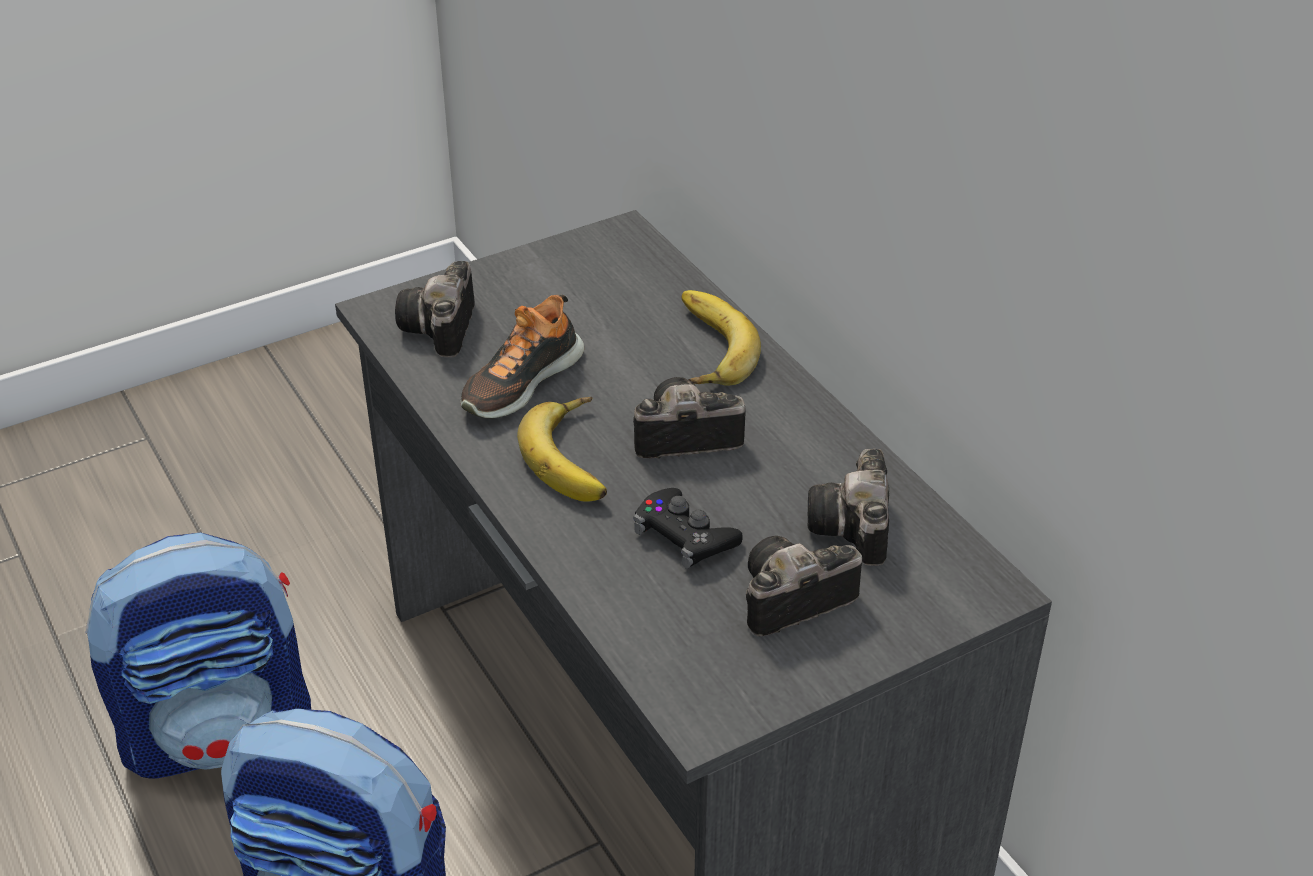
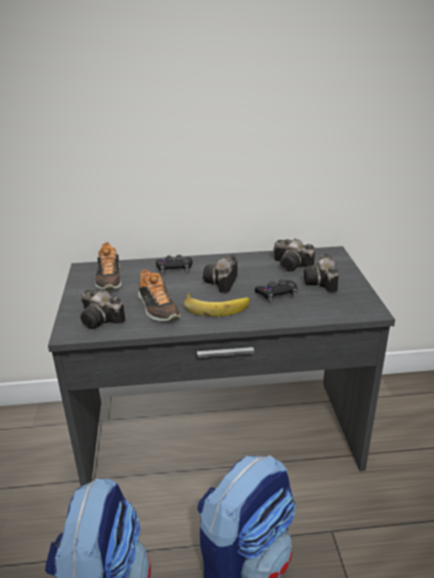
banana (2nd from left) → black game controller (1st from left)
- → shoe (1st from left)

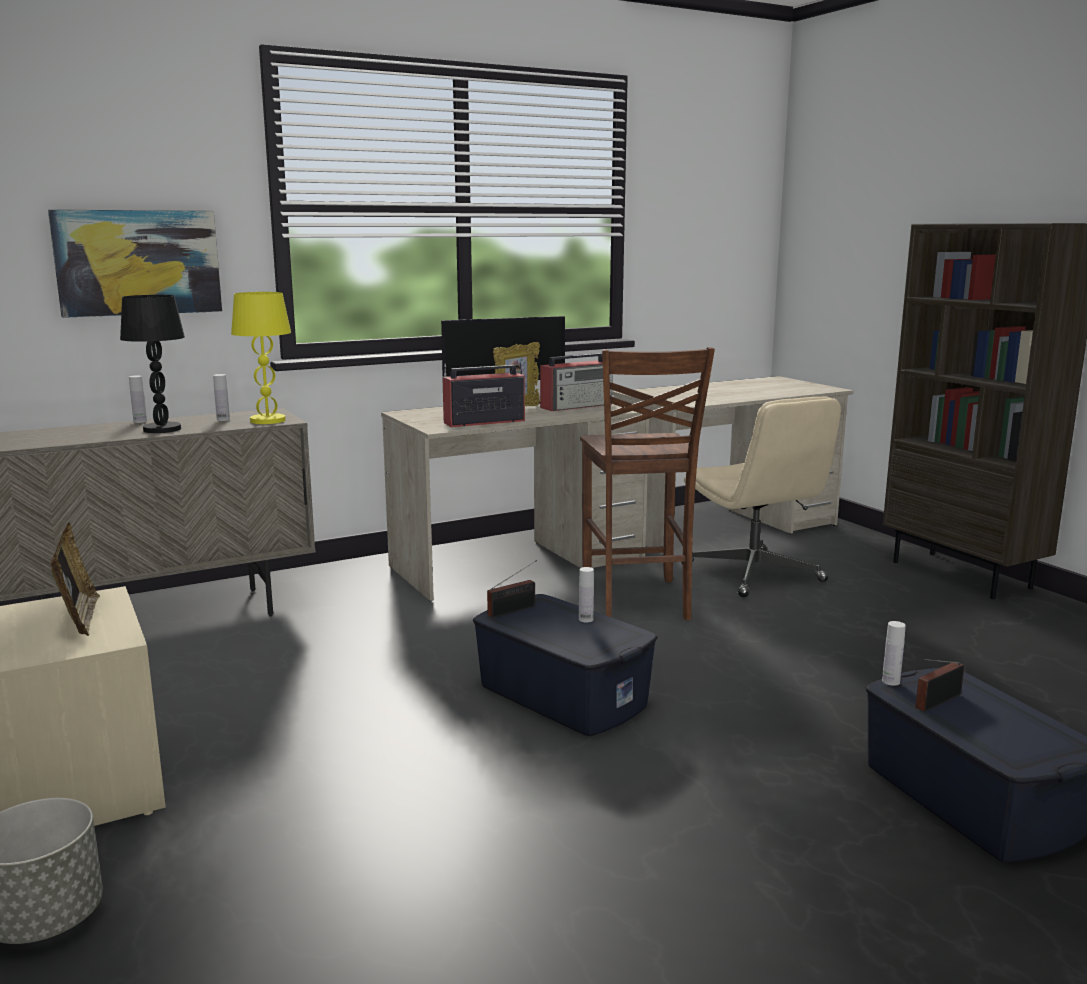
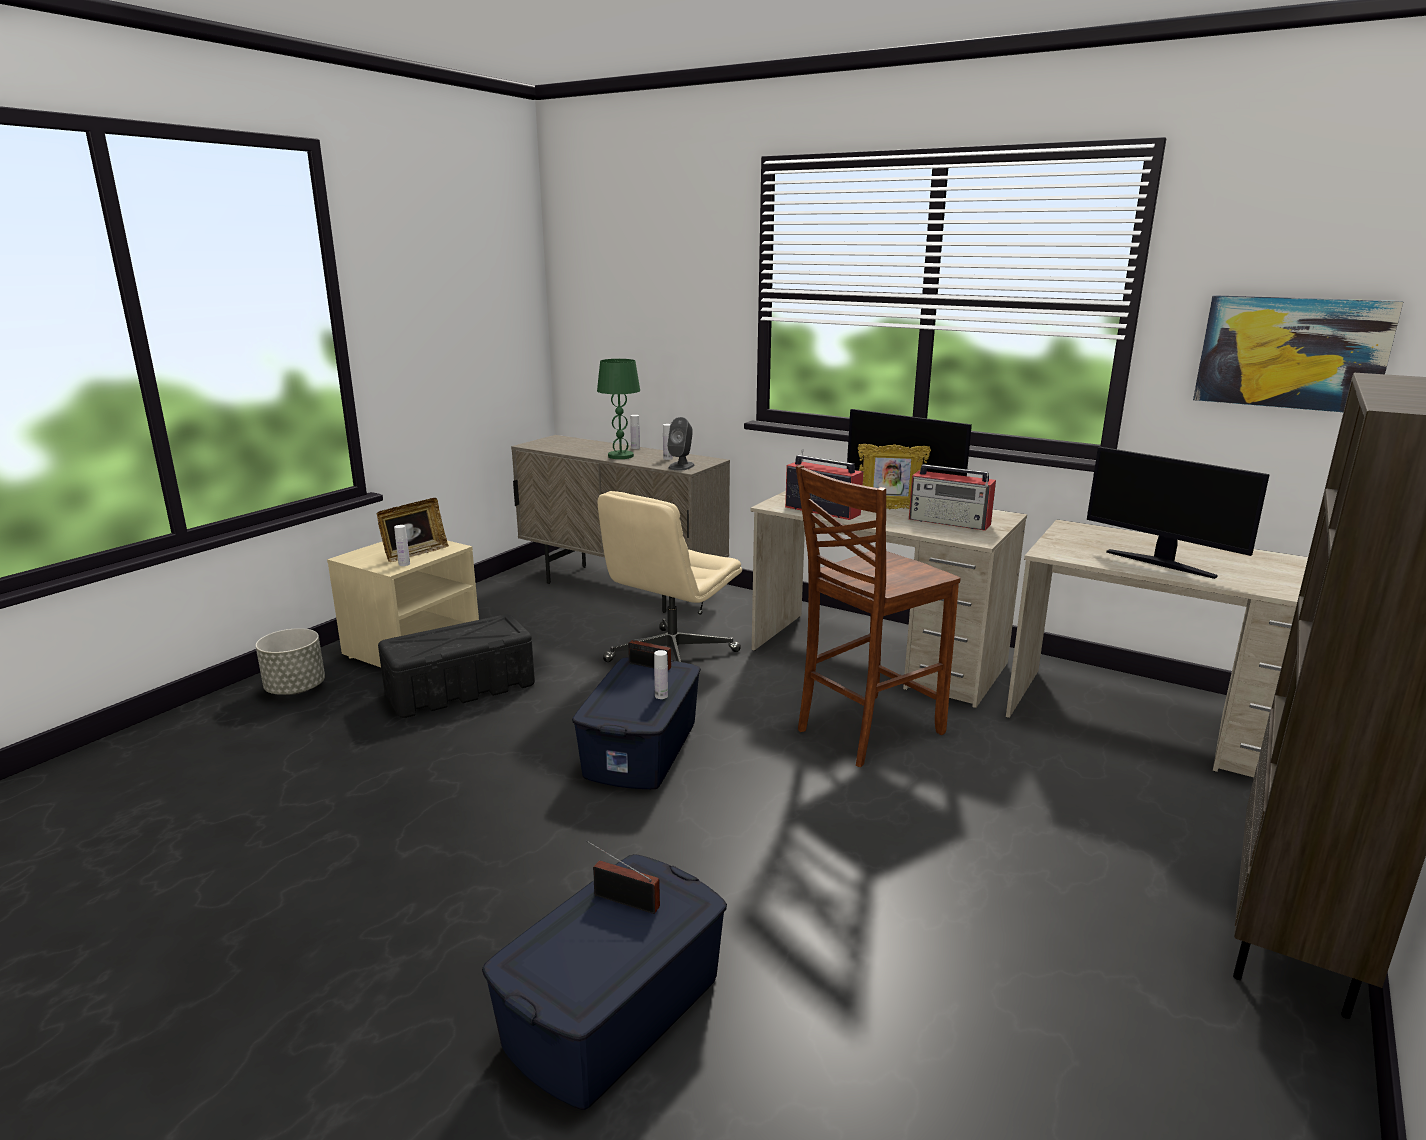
picture, move
yellow table lamp → grey speaker
black table lamp → green table lamp
beige office chair, move
white bottle (4th from left in the first image) → white bottle (1st from left), move
- → monitor (2nd from left)
- → black storage box

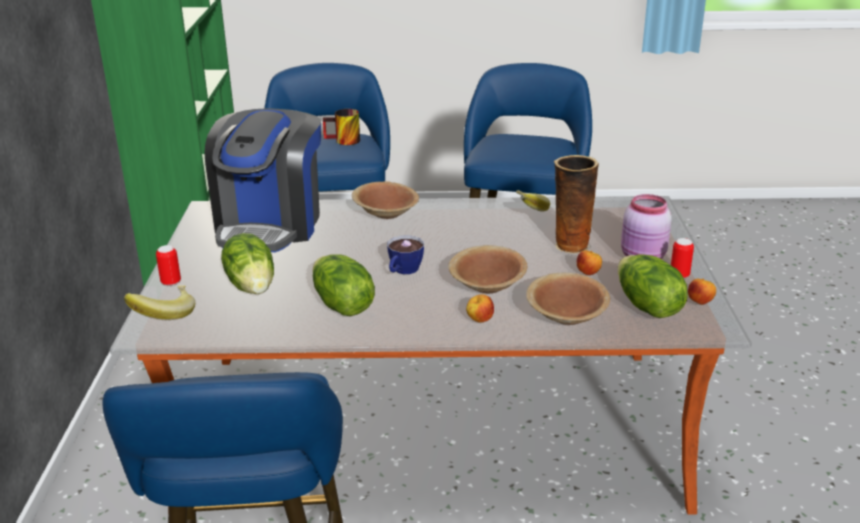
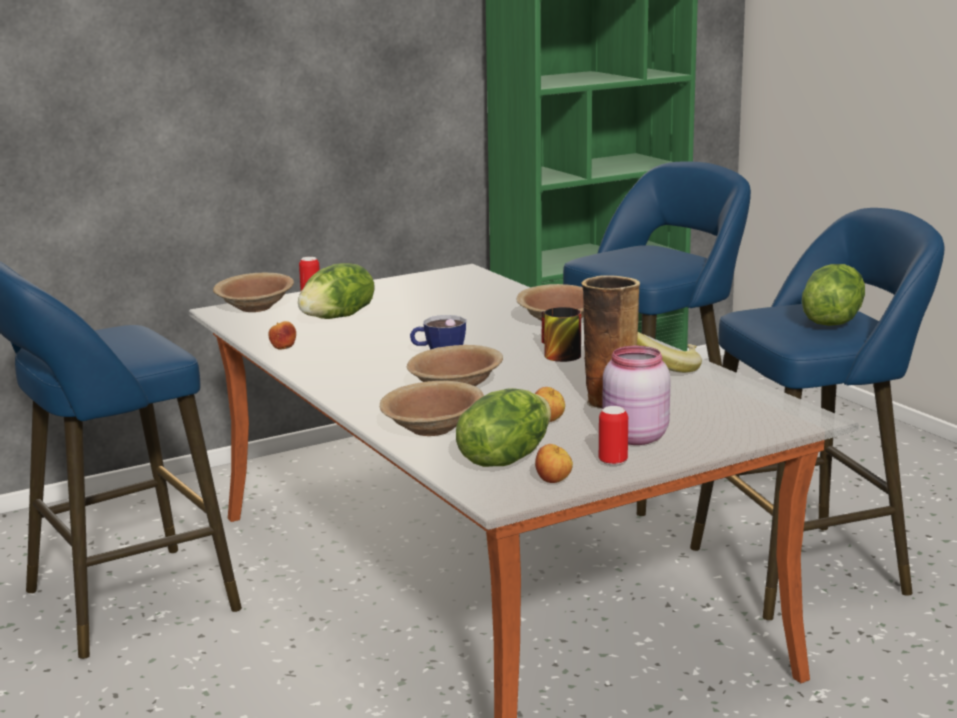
coffee machine → -
mug, move
lettuce (2nd from left in the first image) → lettuce (3rd from left), move
banana (1st from left) → brown bowl (1st from left)
apple (1st from left), move

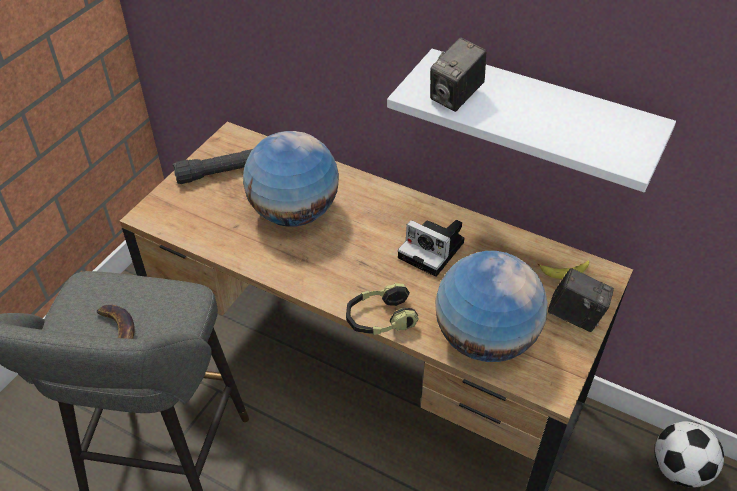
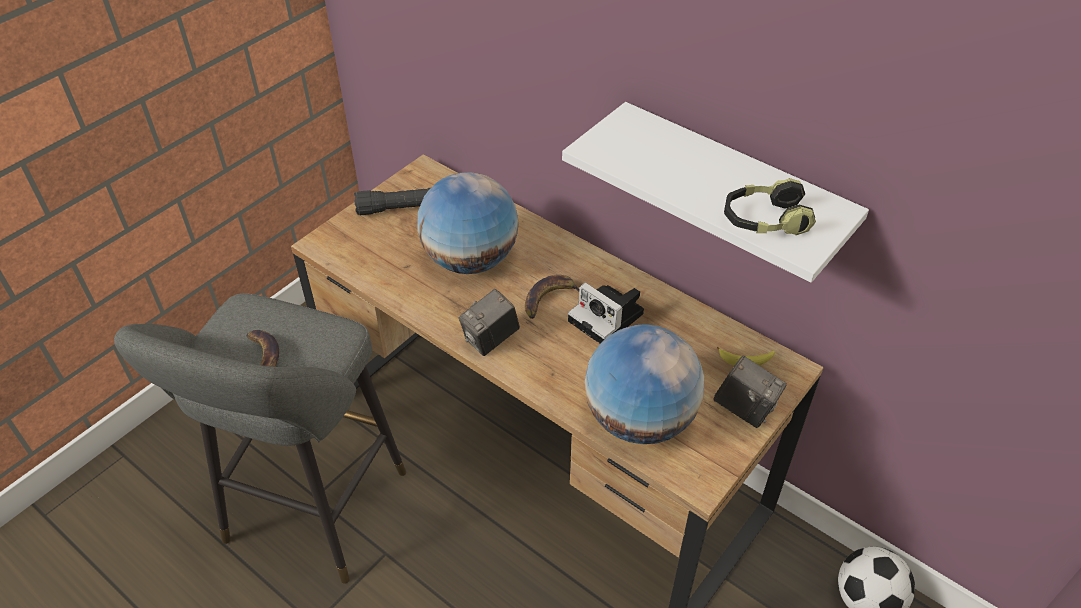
photo camera (2nd from left in the first image) → photo camera (1st from left), move
headphones, move
- → banana (2nd from left)

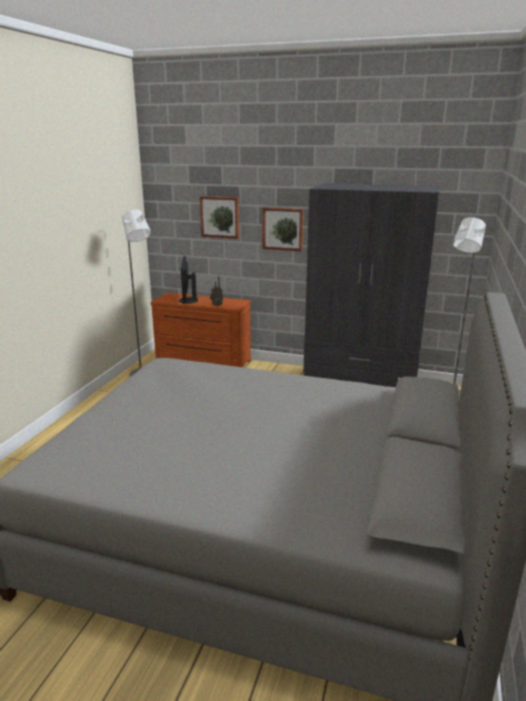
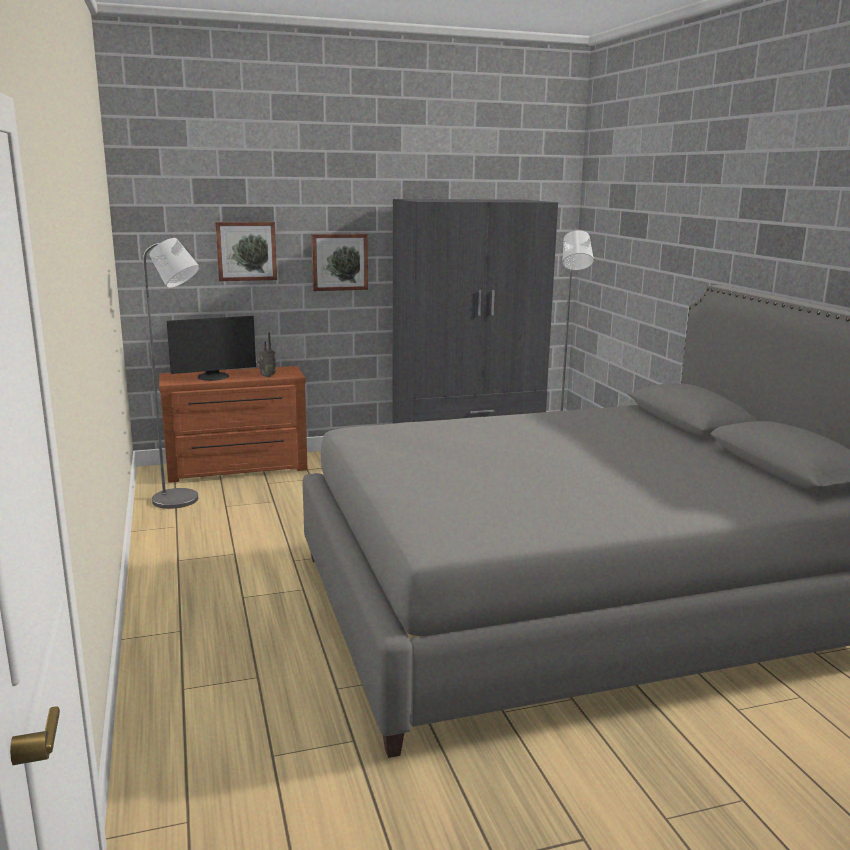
monitor, 75 degrees counterclockwise

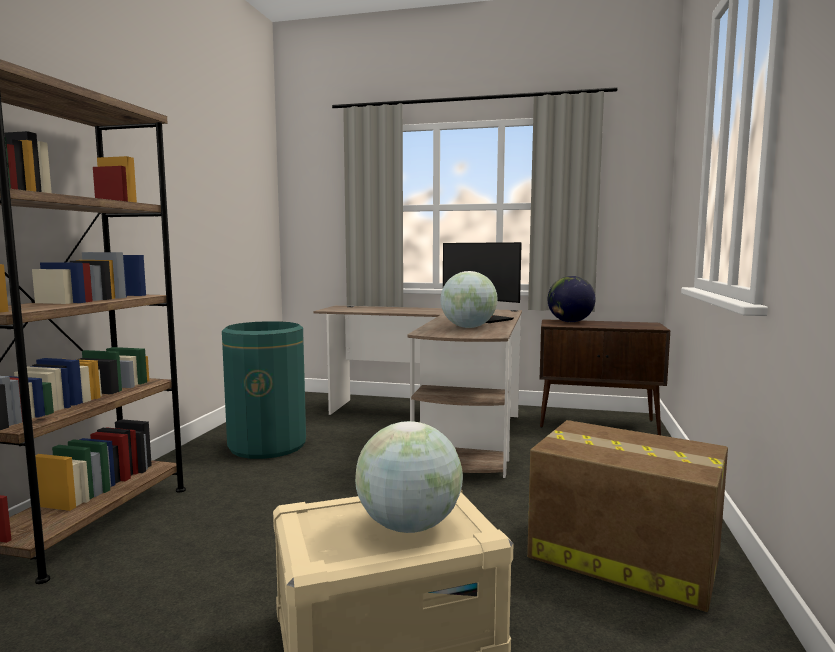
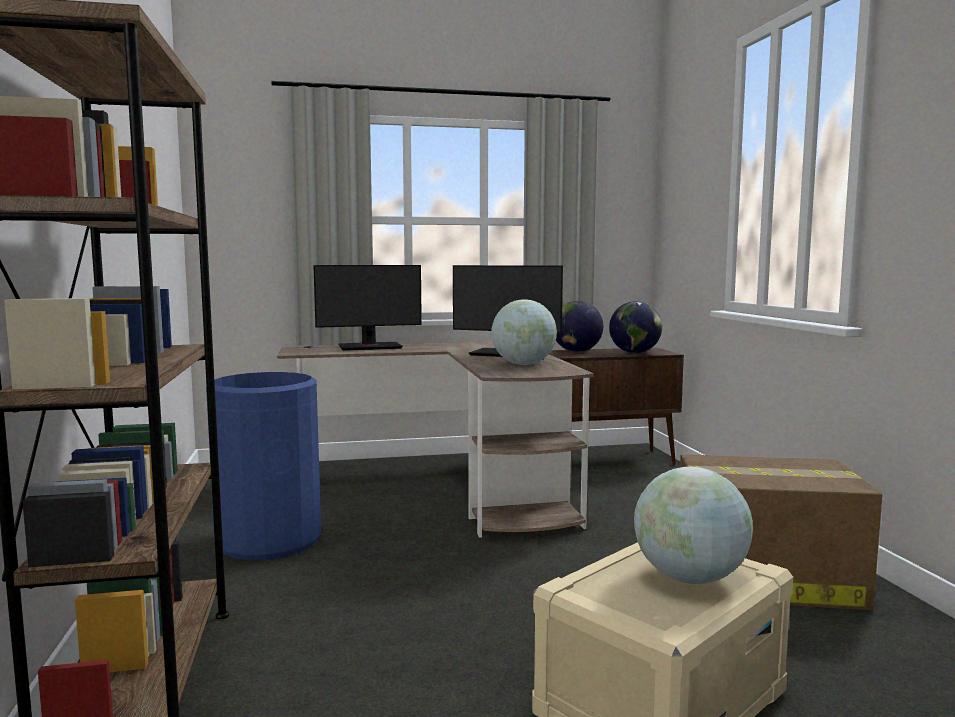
green trash can → blue trash can
- → monitor (1st from left)
- → globe (3rd from left)

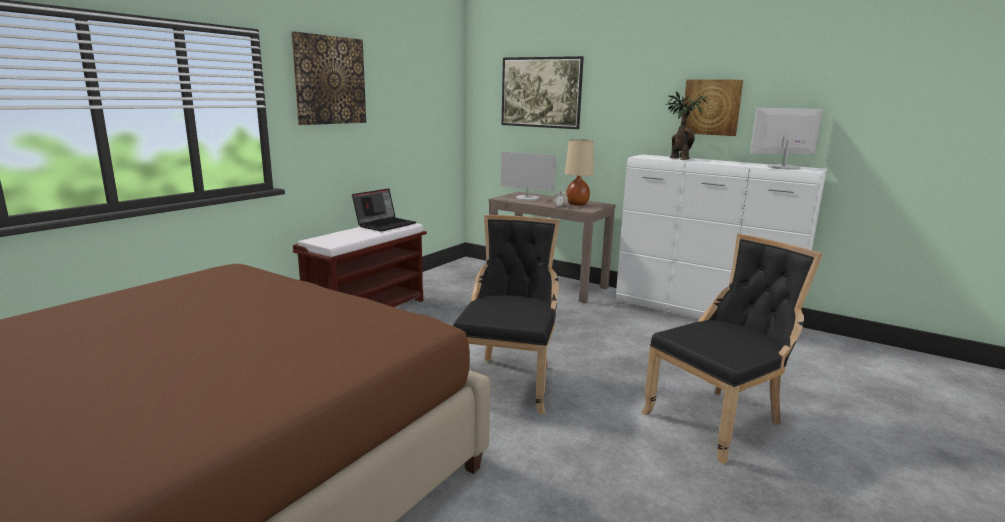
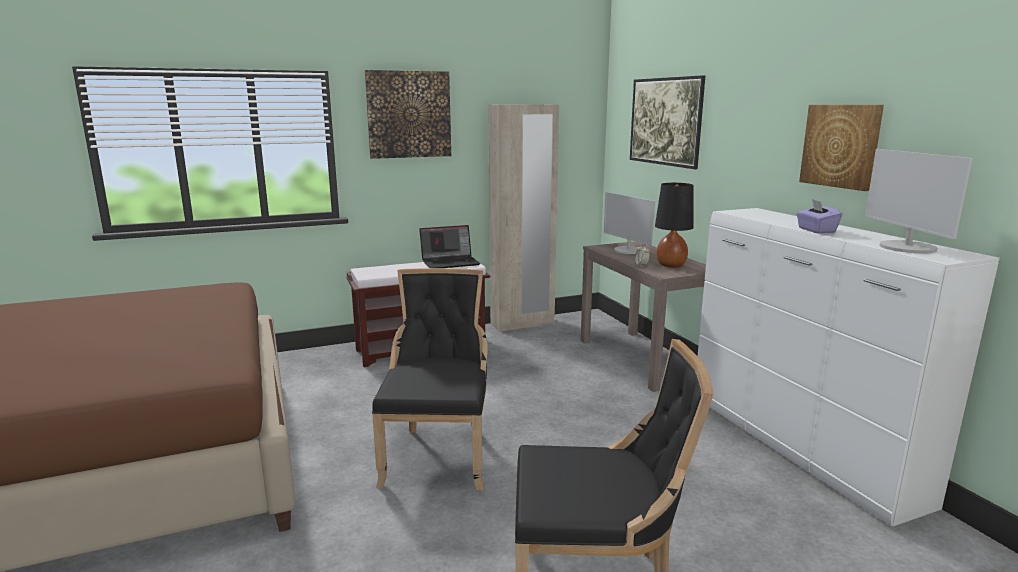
potted plant → -
monitor (2nd from left), 120 degrees counterclockwise
beige table lamp → black table lamp
black chair (1st from left), 45 degrees counterclockwise
- → beige wardrobe
- → purple tissue box

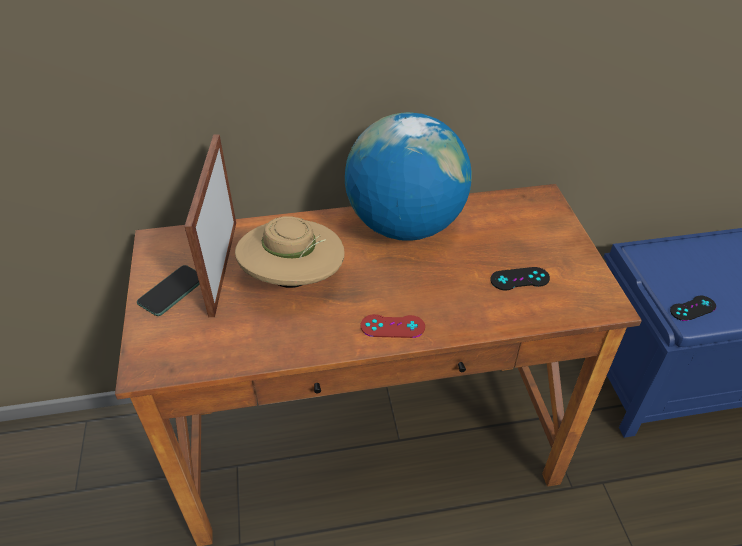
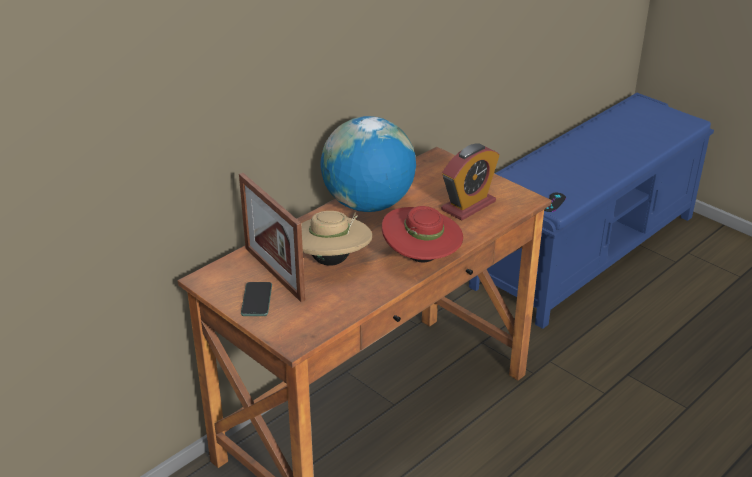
black game controller (1st from left) → alarm clock
red game controller → red hat

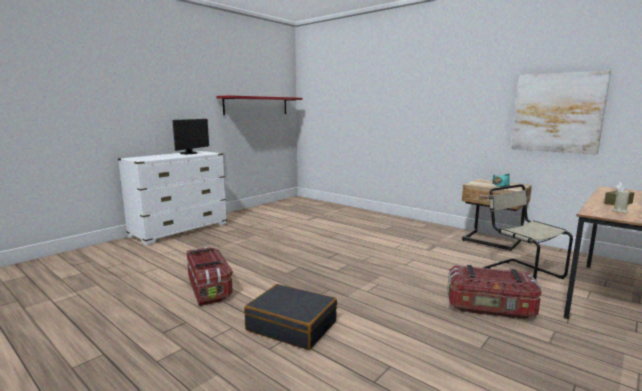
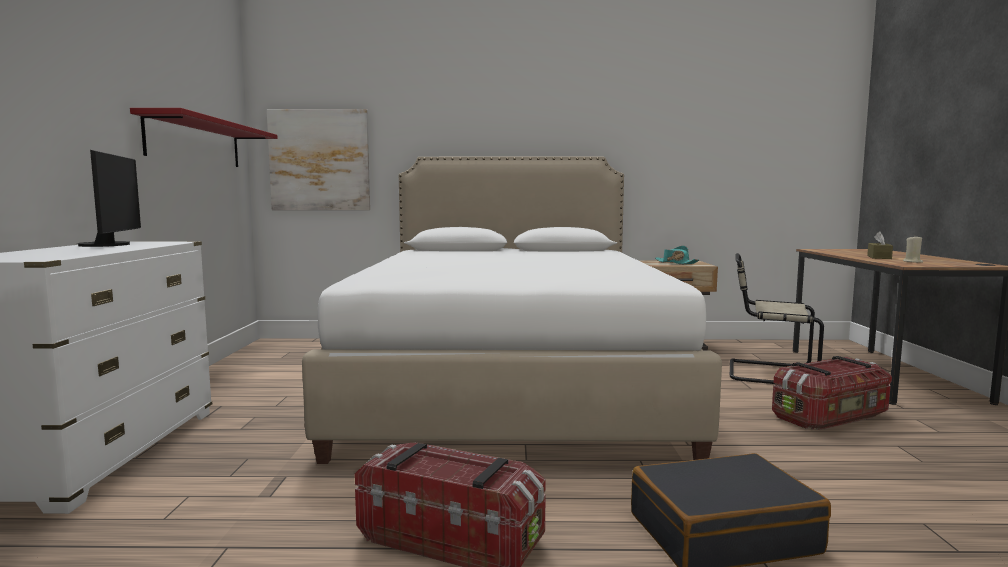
picture, move
- → white bed

